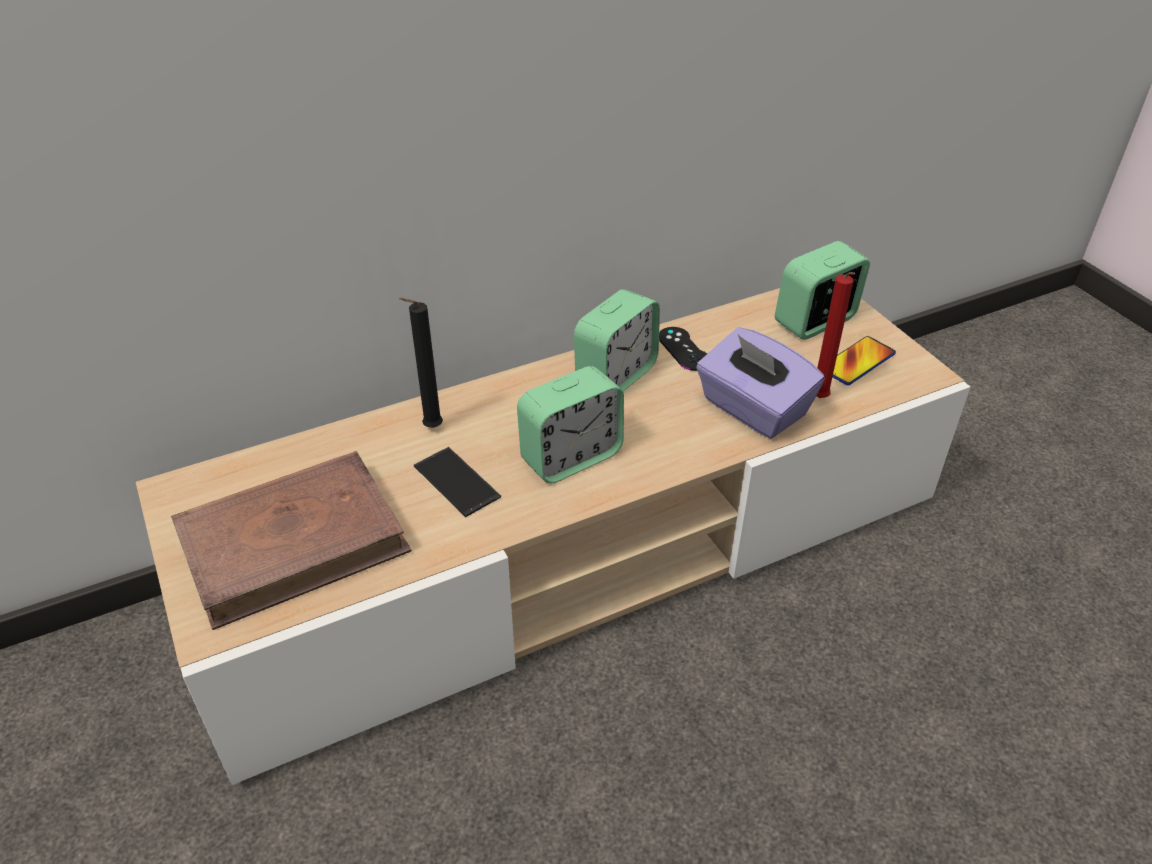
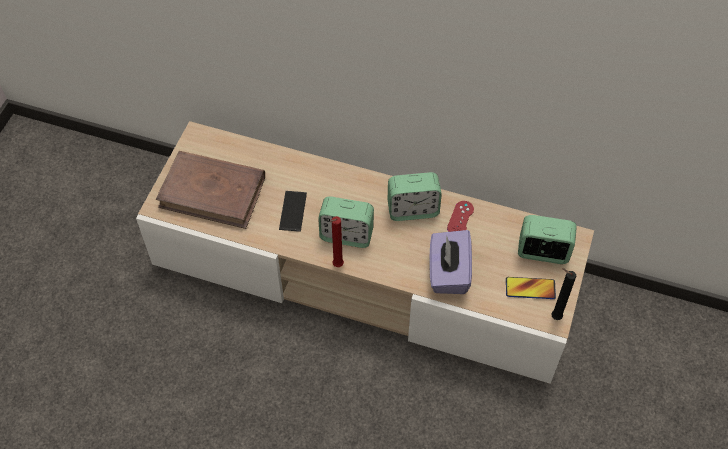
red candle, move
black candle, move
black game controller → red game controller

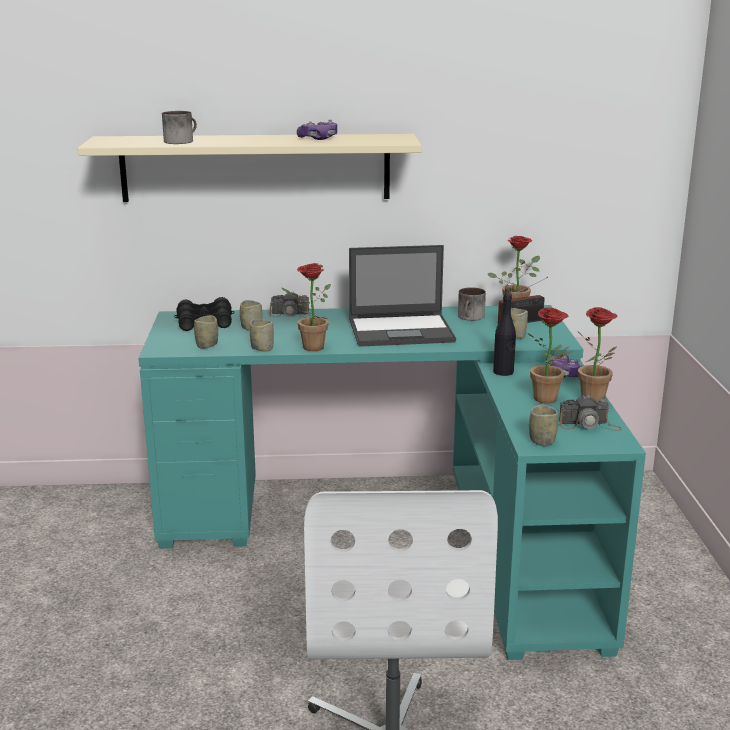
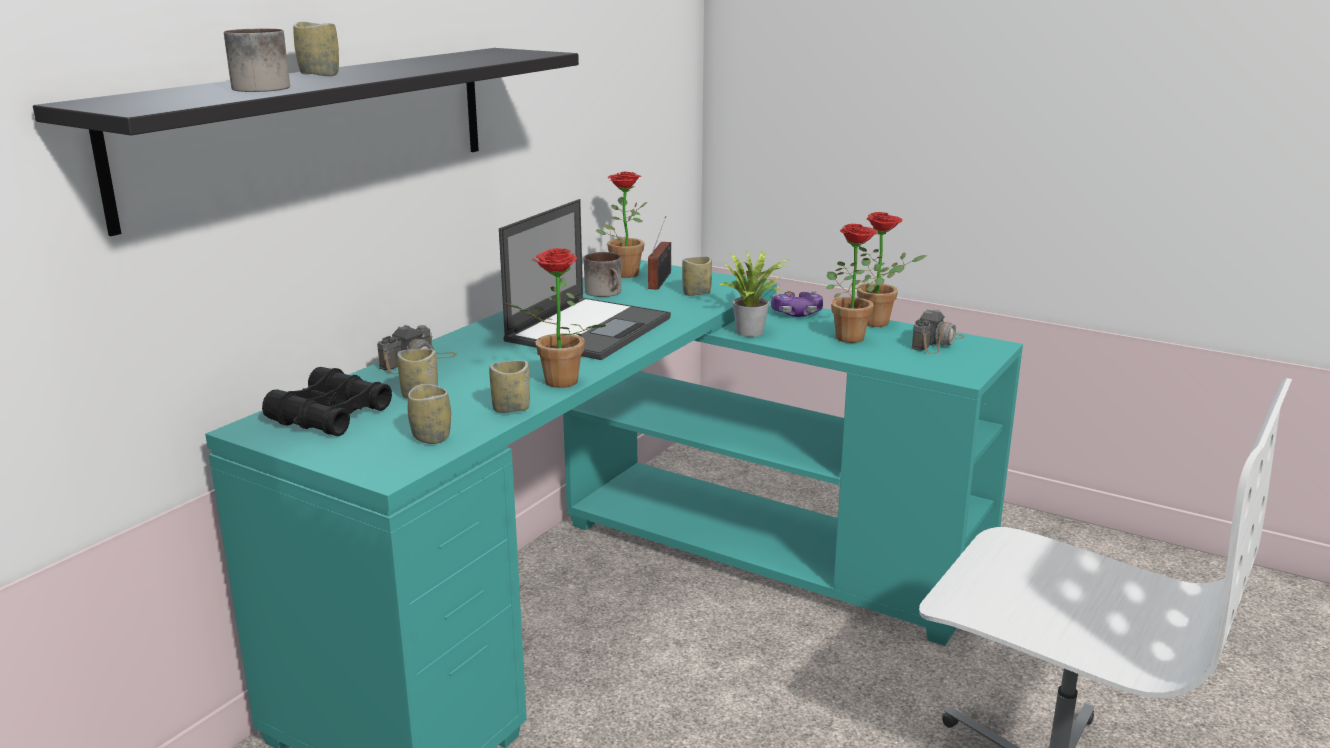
game controller (1st from left) → -
beige shelf → black shelf
black bottle → potted plant (3rd from left)
cup (5th from left in the first image) → cup (1st from left), move

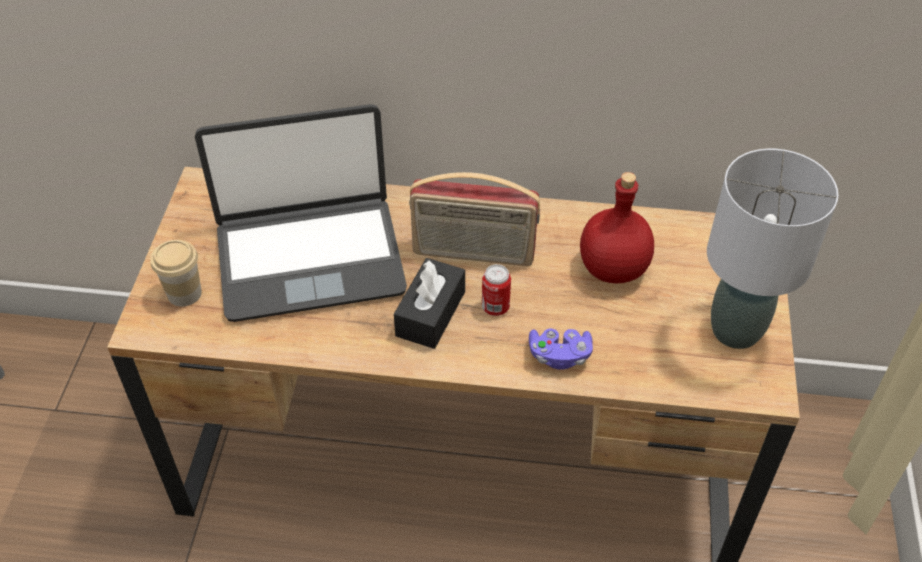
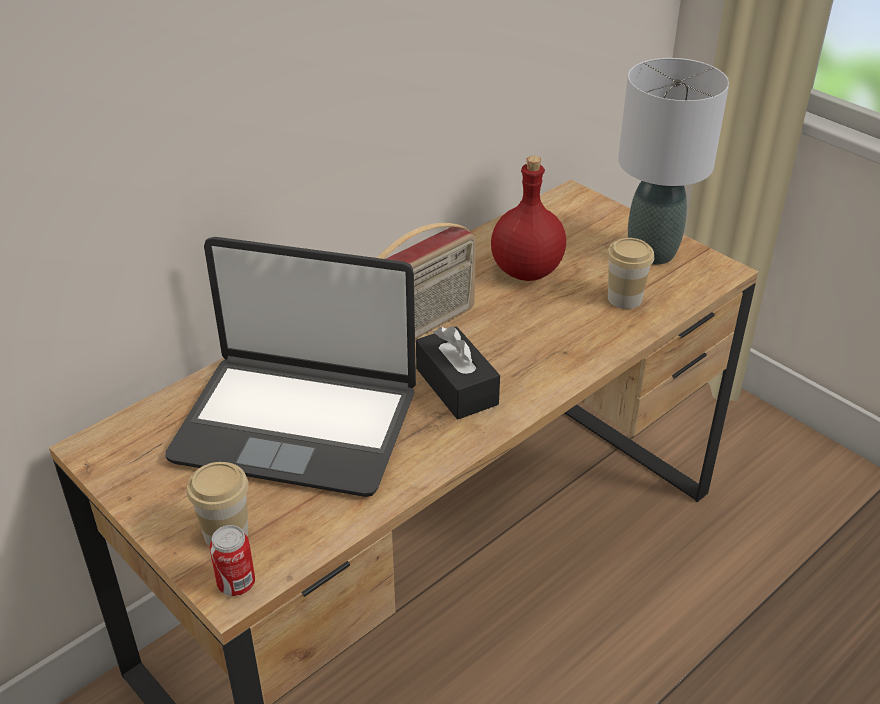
laptop, 75 degrees clockwise
can, move
purple game controller → -
- → cup (2nd from left)

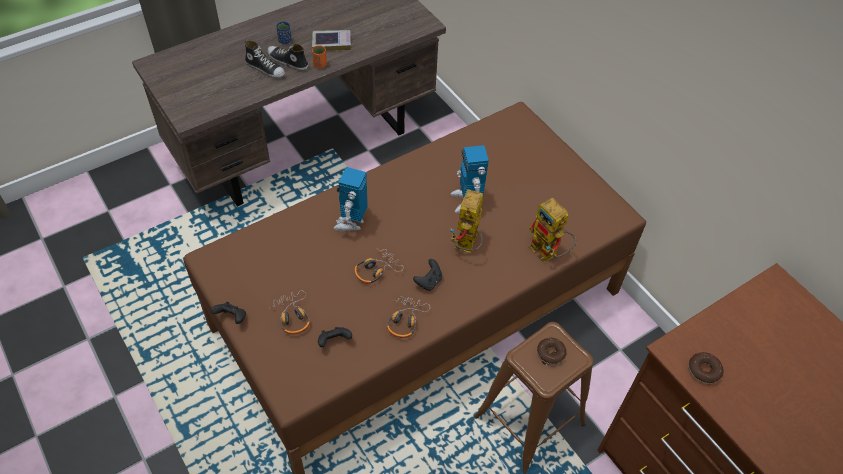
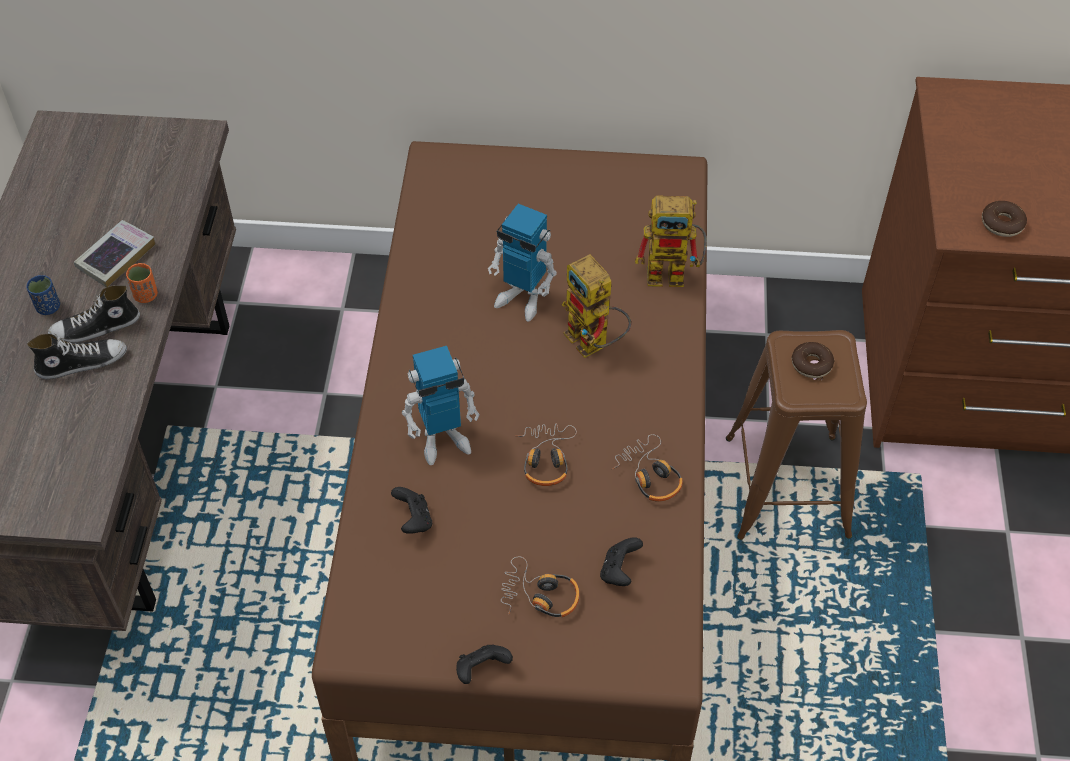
toy robot (1st from left), 75 degrees counterclockwise
black game controller (3rd from left in the first image) → black game controller (1st from left), move

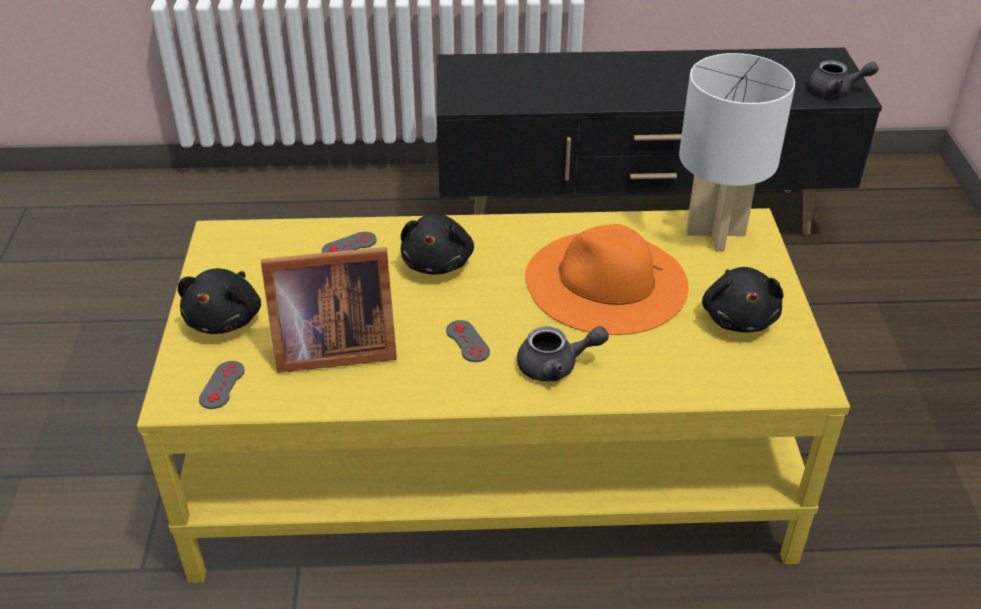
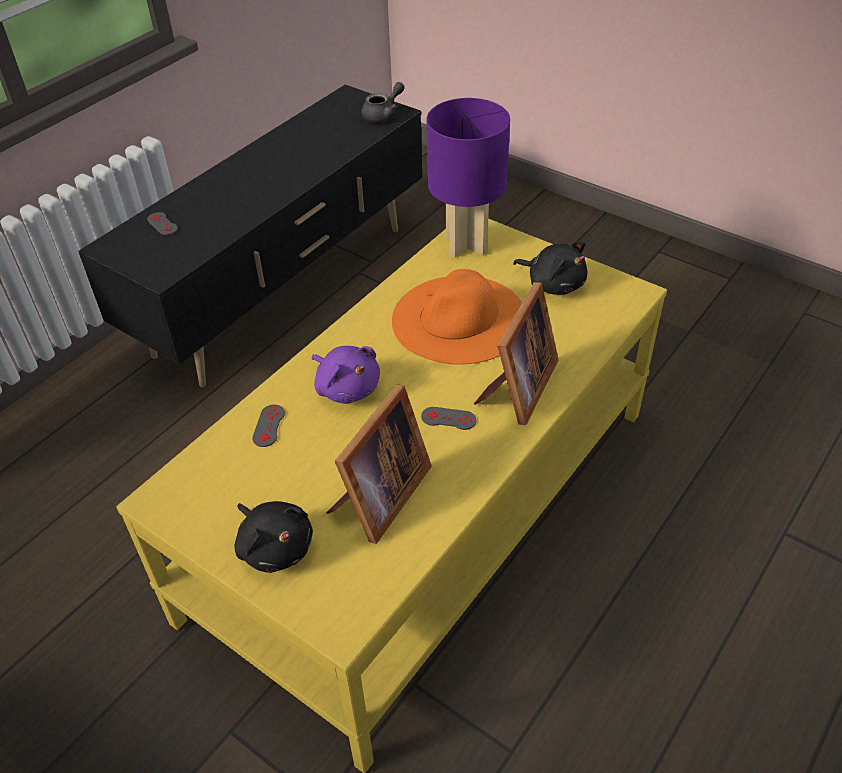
white table lamp → purple table lamp
black plush toy (2nd from left) → purple plush toy
grey teapot (1st from left) → picture frame (2nd from left)
grey game controller (1st from left), move

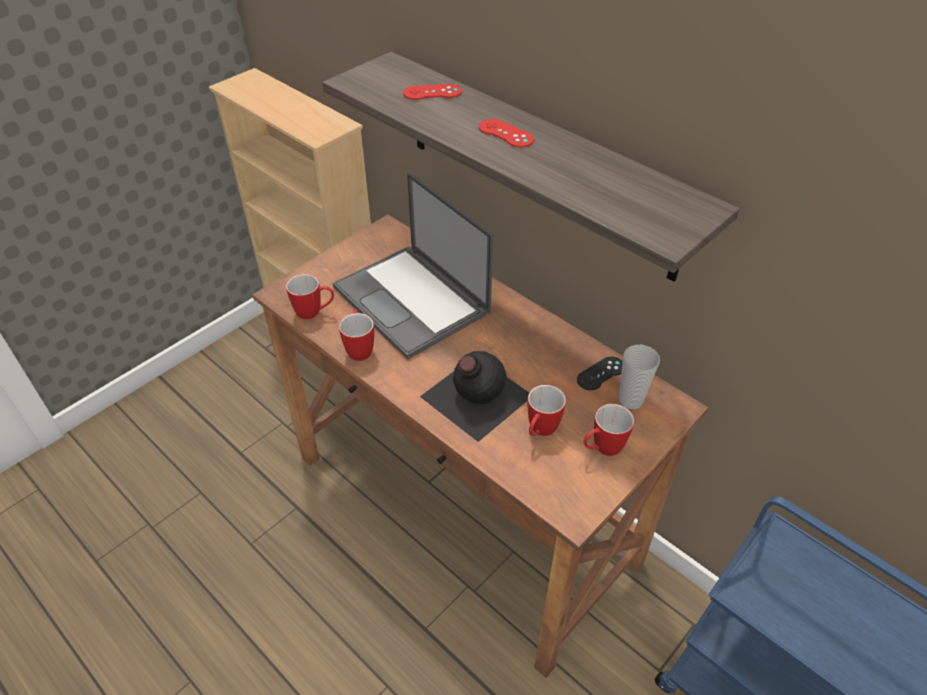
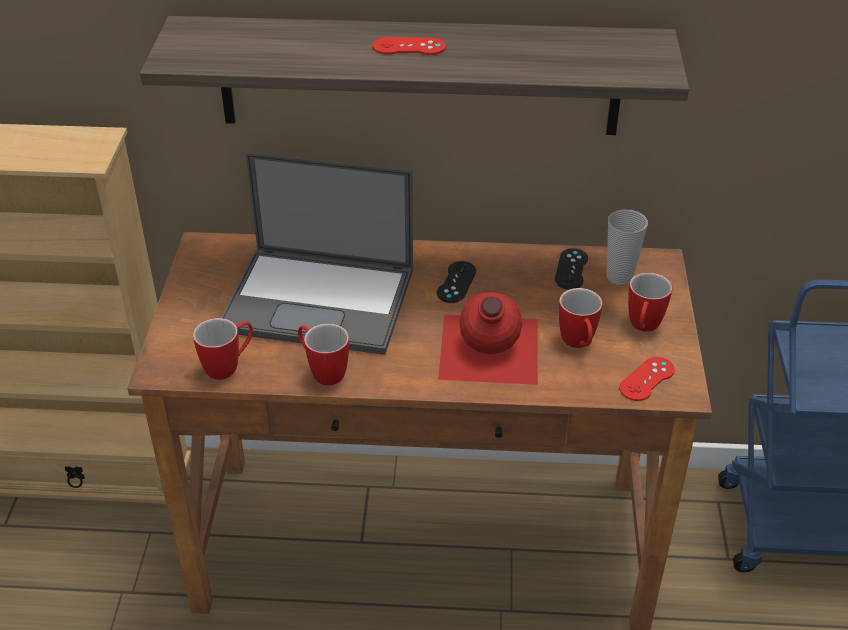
red game controller (1st from left in the first image) → red game controller (2nd from left), move
black bottle → red bottle
- → black game controller (1st from left)

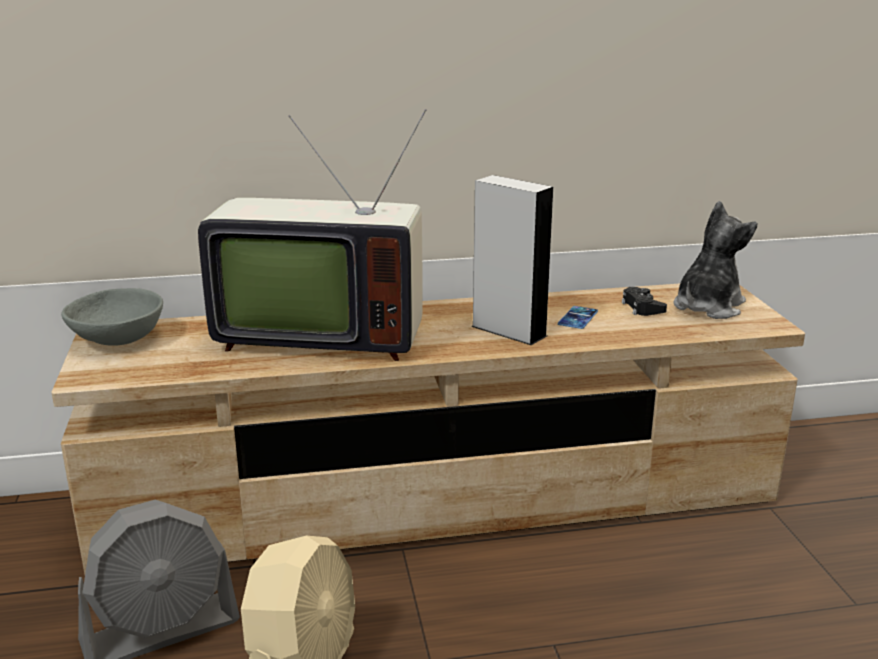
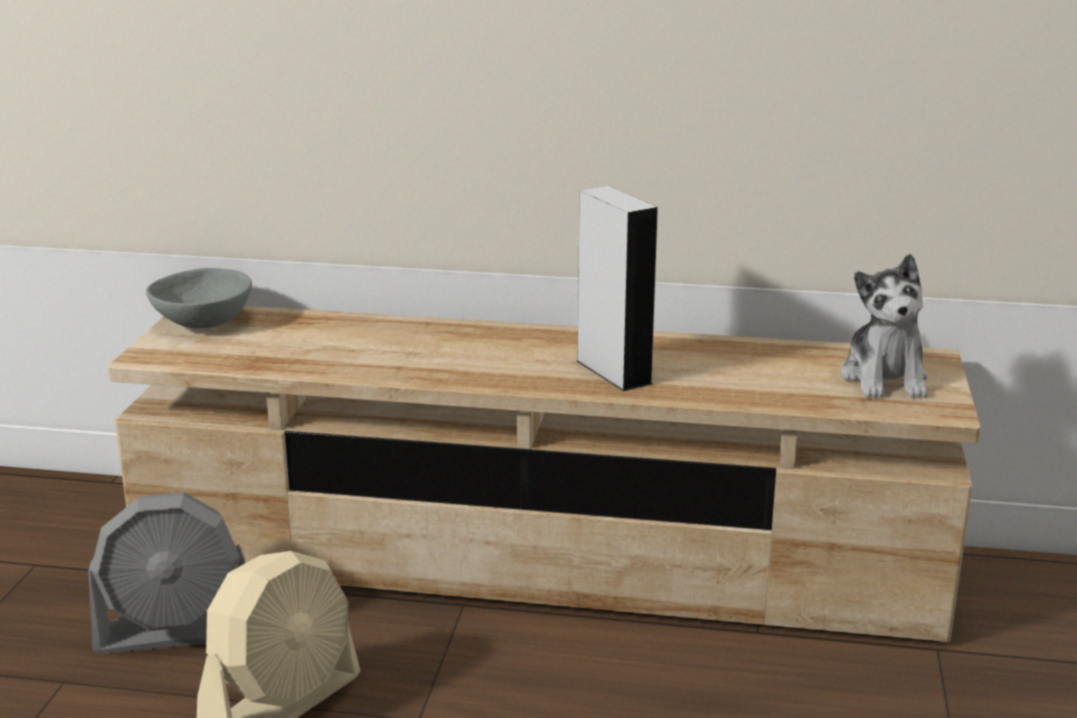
television → -
plush toy, 120 degrees clockwise
black game controller → -
phone → -

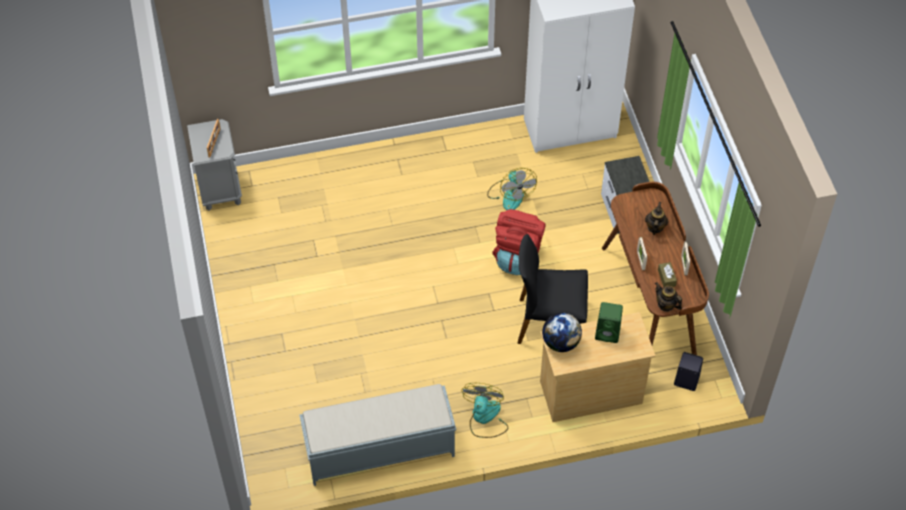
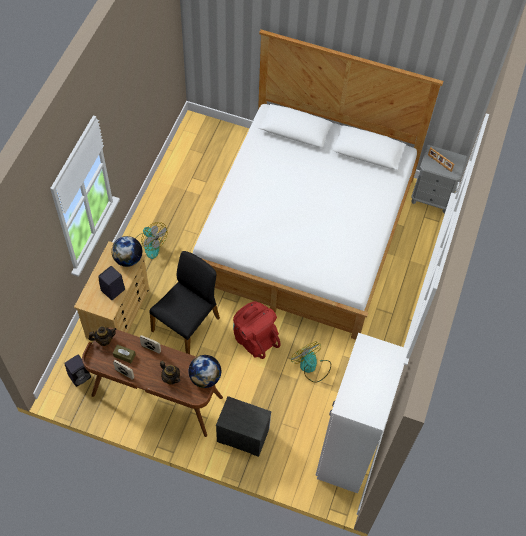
fan (2nd from left), 45 degrees clockwise
green speaker → black speaker (2nd from left)
grey bench → -
- → bed
- → globe (2nd from left)

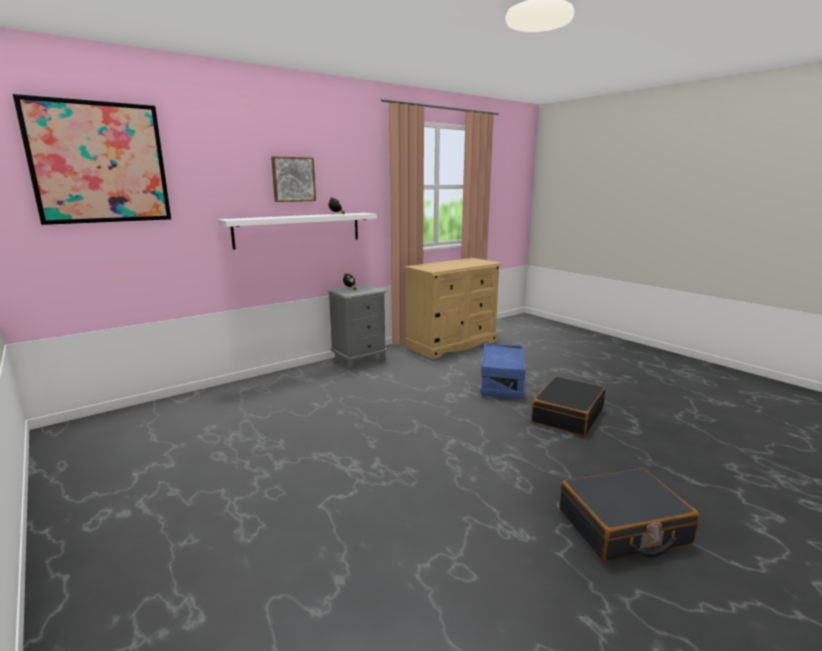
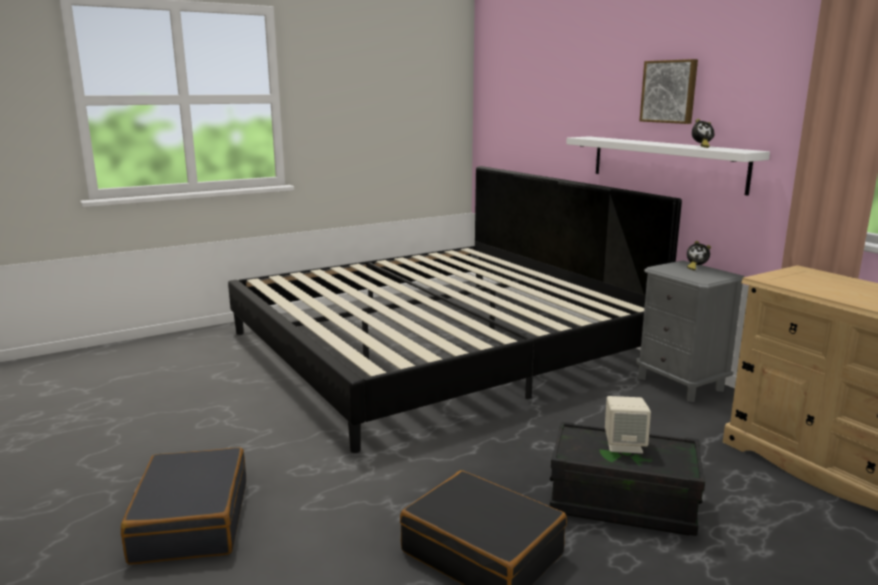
picture (1st from left) → -
blue storage box → black storage box
- → bed
- → beige speaker

